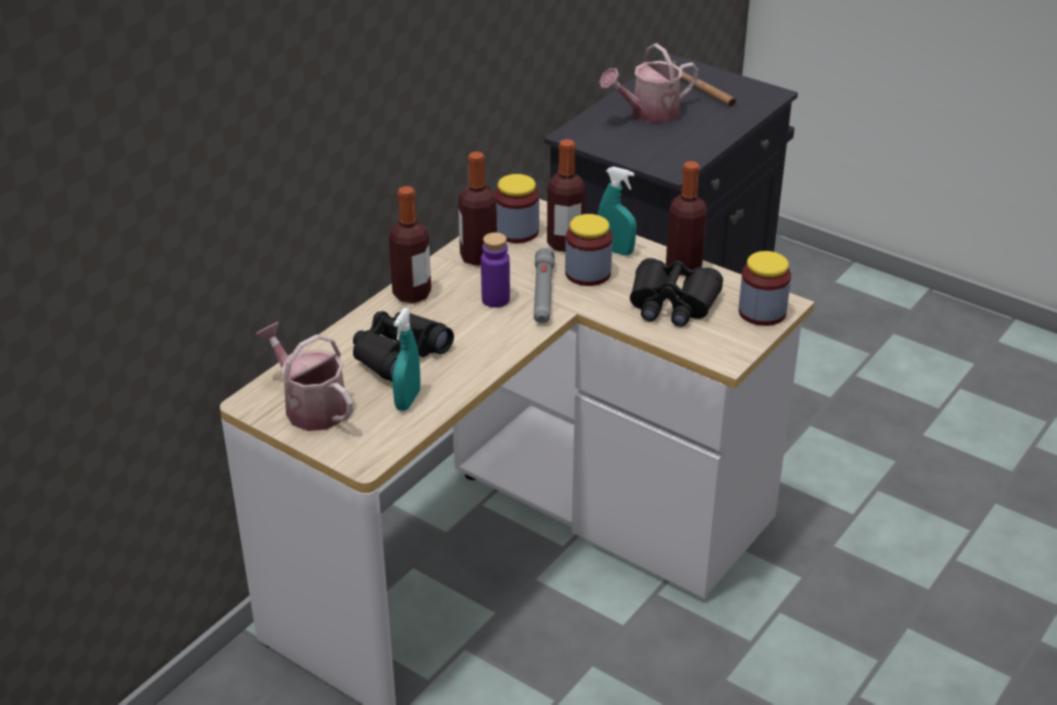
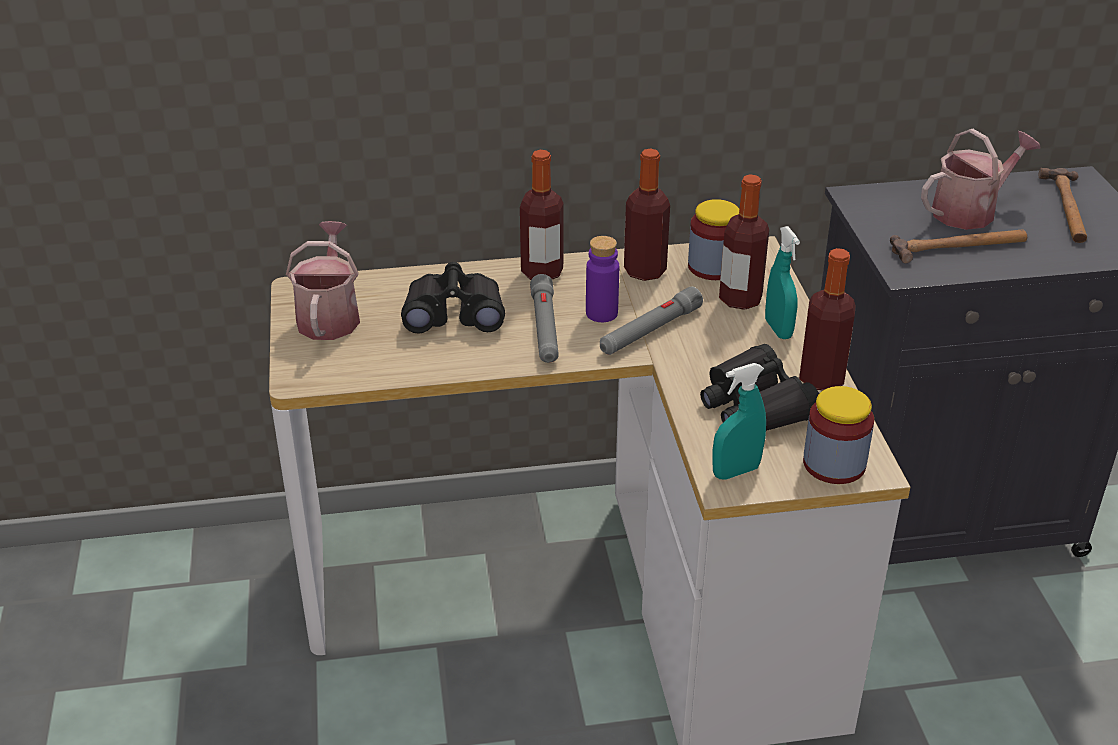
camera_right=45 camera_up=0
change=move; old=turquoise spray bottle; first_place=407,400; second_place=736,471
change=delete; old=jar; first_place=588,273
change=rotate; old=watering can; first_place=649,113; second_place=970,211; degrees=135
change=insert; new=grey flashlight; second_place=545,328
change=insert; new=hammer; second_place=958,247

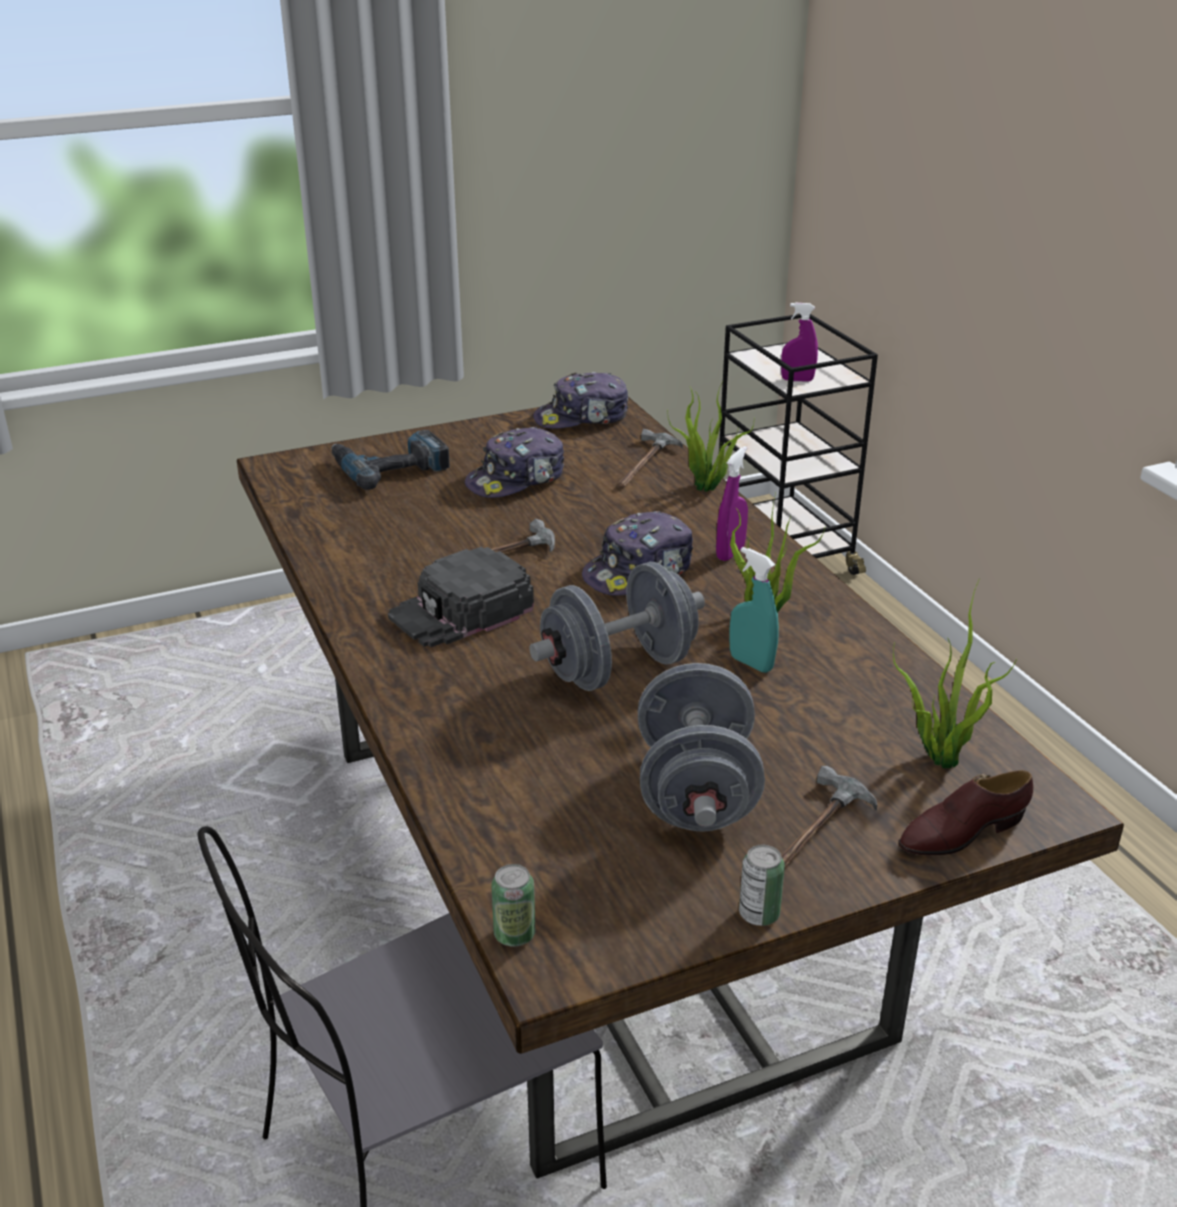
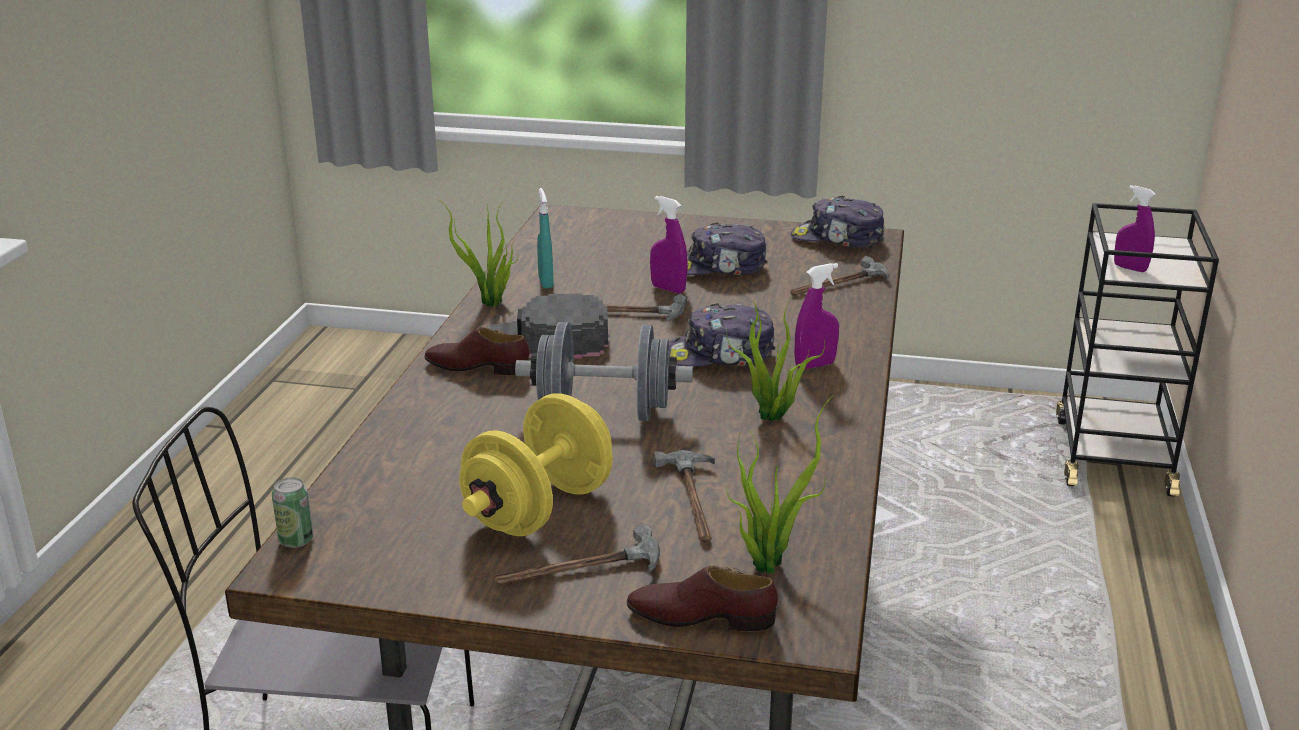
camera_right=35 camera_up=-5
change=delete; old=power drill; first_place=389,467
change=recolor; old=grey dumbbell; new=yellow dumbbell; first_place=696,792; second_place=539,509
change=move; old=potted plant; first_place=706,488; second_place=491,304
change=move; old=turquoise spray bottle; first_place=751,663; second_place=546,282
change=delete; old=can; first_place=759,914
change=insert; new=brown shoe; second_place=477,367
change=insert; new=purple spray bottle; second_place=668,289
change=insert; new=hammer; second_place=693,501

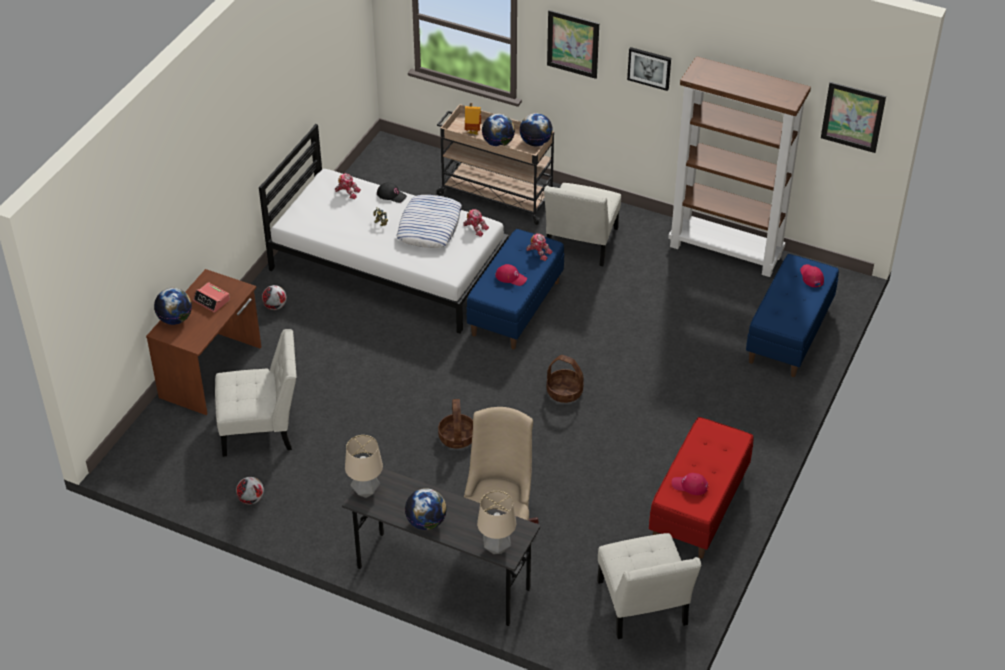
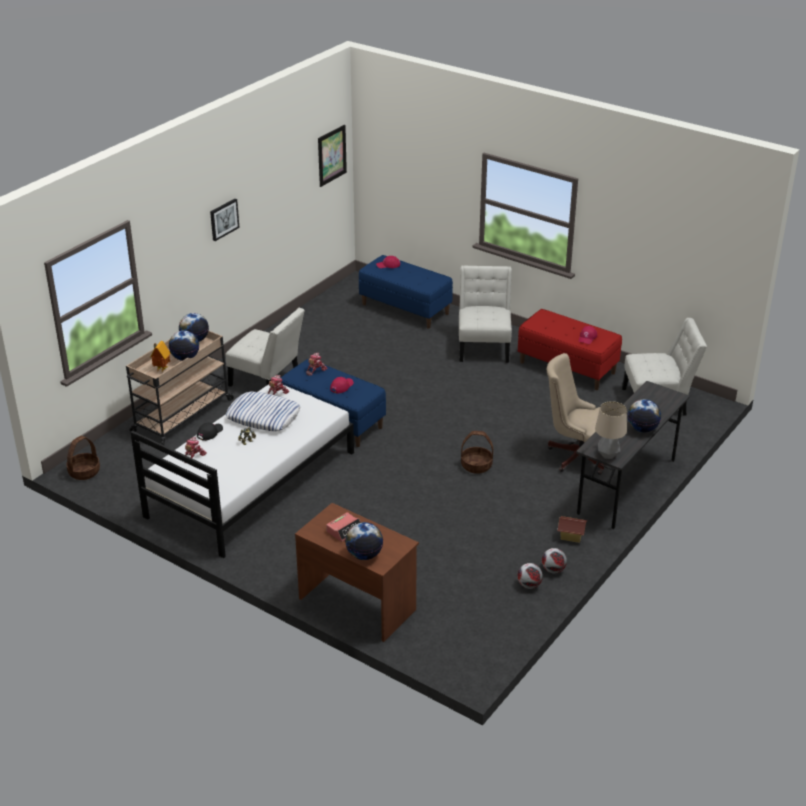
camera_right=-80 camera_up=-10
change=move; old=white chair; first_place=262,429; second_place=484,346
change=move; old=football; first_place=275,306; second_place=553,570
change=delete; old=table lamp; first_place=497,548
change=delete; old=picture; first_place=573,44
change=move; old=basket; first_place=565,392; second_place=84,472
change=delete; old=brown bookcase; first_place=726,251
change=insert; new=toy house; second_place=571,536

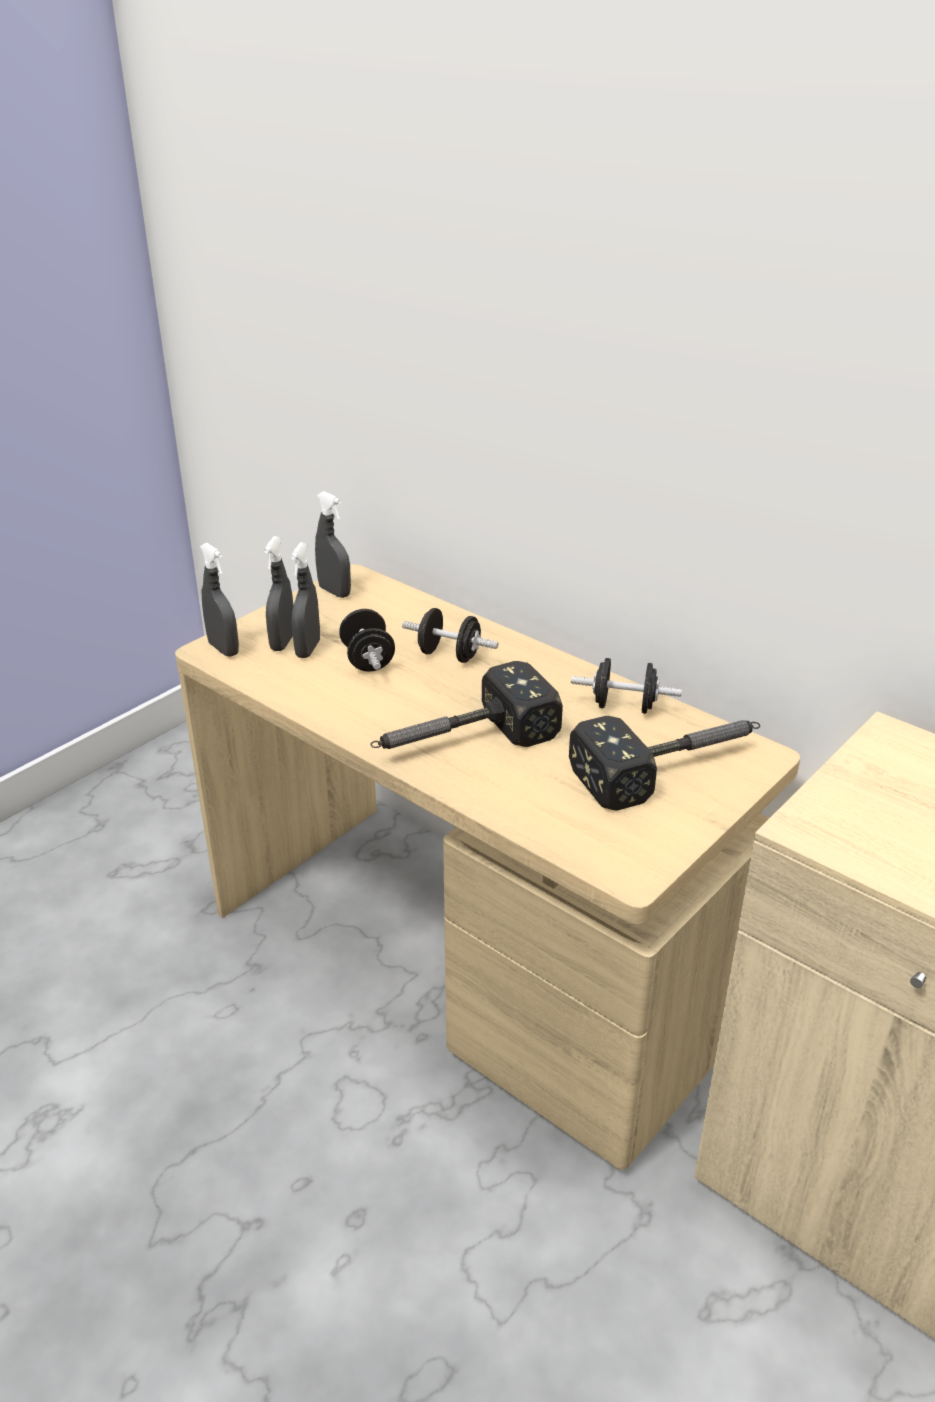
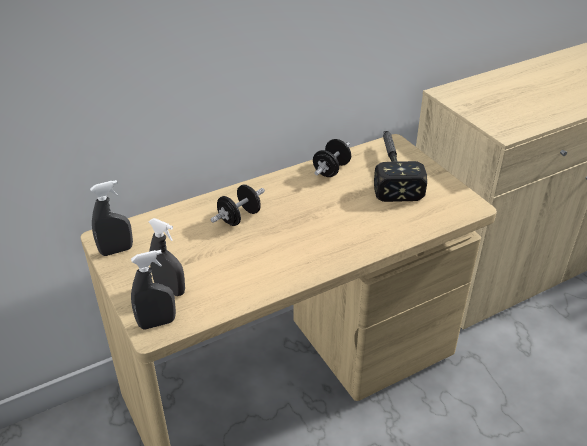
camera_right=-70 camera_up=5
change=delete; old=grey spray bottle; first_place=308,649
change=delete; old=black dumbbell; first_place=368,660
change=delete; old=hammer; first_place=459,741

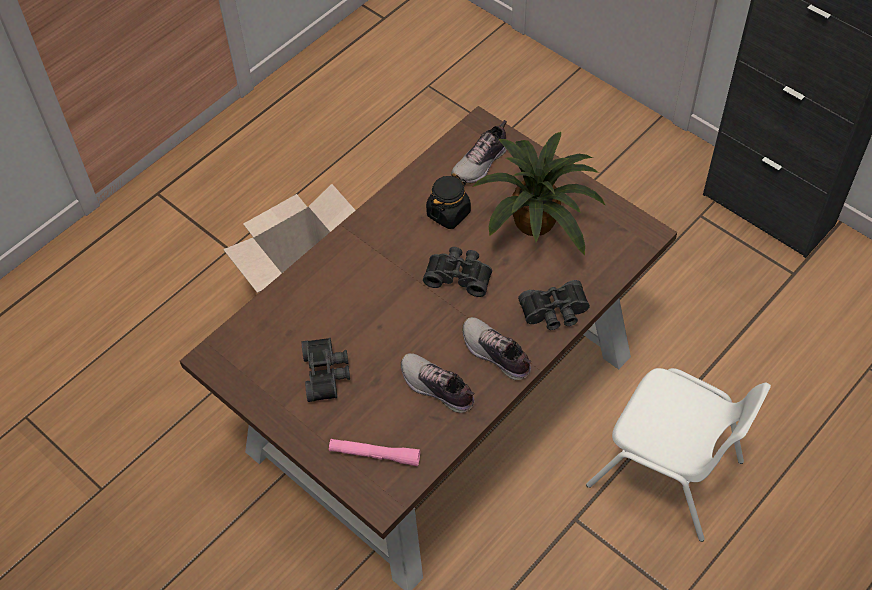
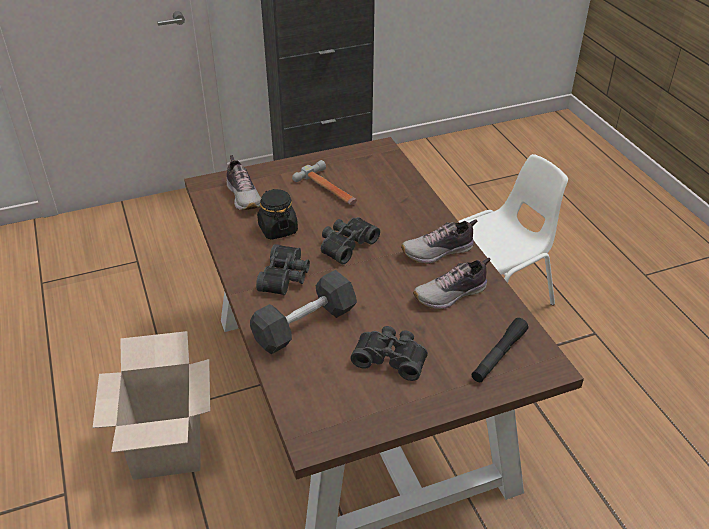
camera_right=-65 camera_up=-15
change=recolor; old=pink flashlight; new=black flashlight; first_place=374,455; second_place=498,355
change=replace; old=potted plant; new=hammer; first_place=538,223; second_place=329,189
change=move; old=black binoculars; first_place=555,313; second_place=286,277
change=insert; new=black dumbbell; second_place=304,325

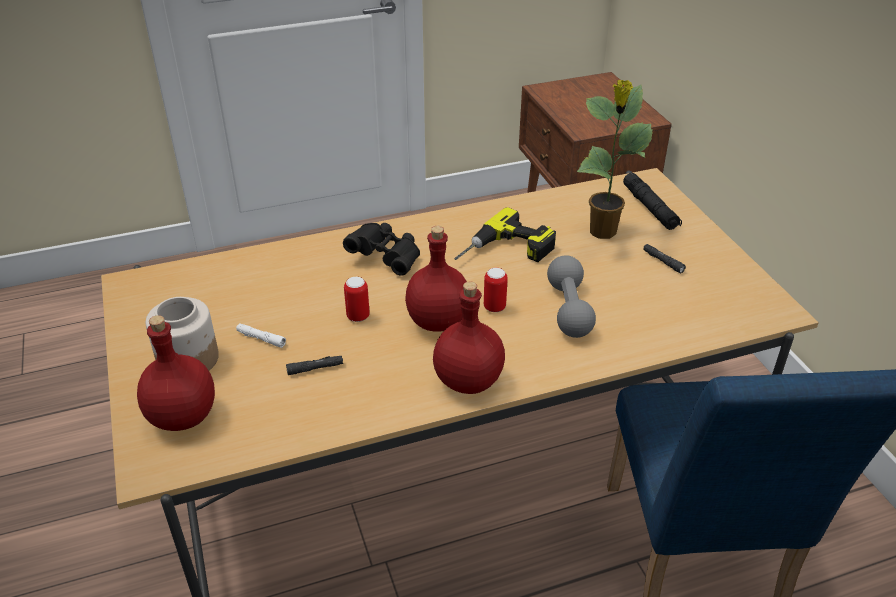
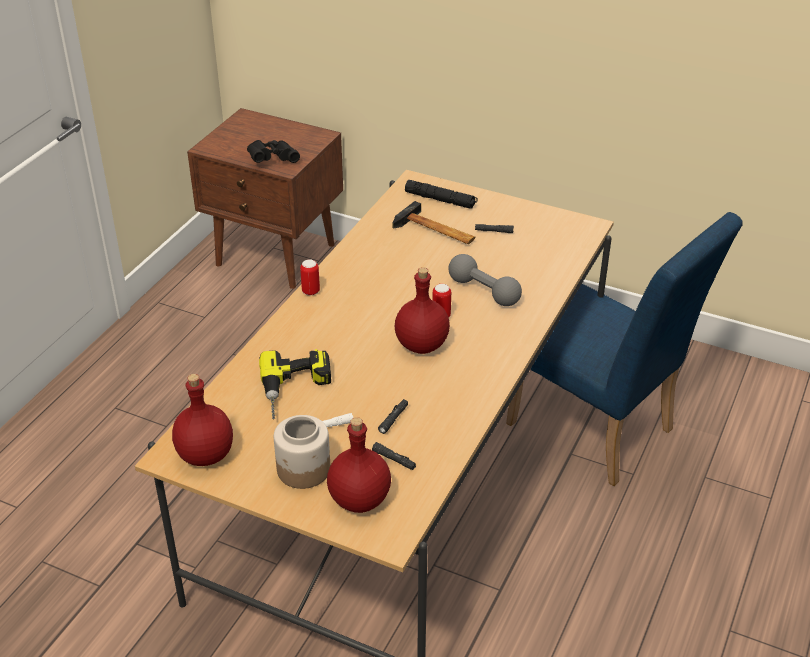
camera_right=-45 camera_up=0
change=move; old=black binoculars; first_place=386,257; second_place=272,160
change=move; old=can; first_place=358,316; second_place=310,291
change=move; old=red bottle; first_place=467,380; second_place=204,455
change=move; old=power drill; first_place=505,252; second_place=296,390
change=replace; old=potted plant; new=hammer; first_place=602,232; second_place=435,232
change=insert; new=black flashlight; second_place=394,459

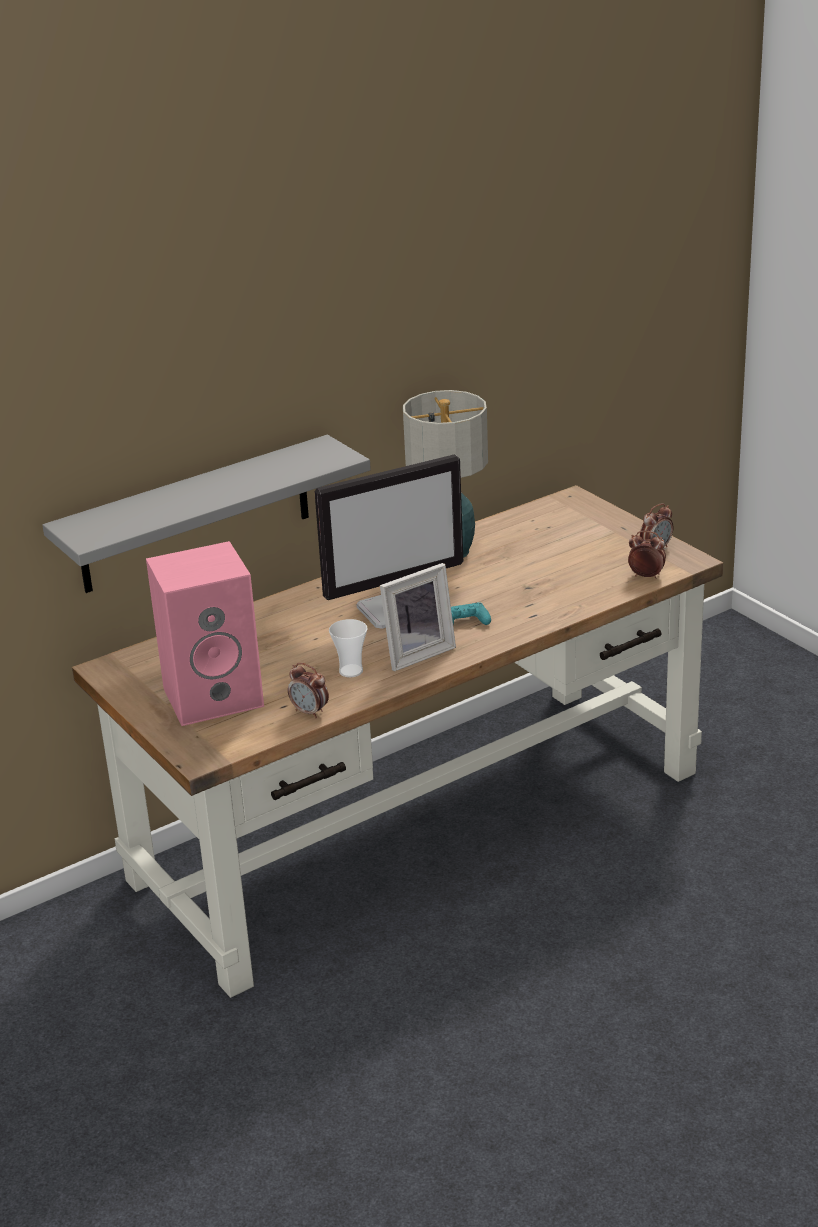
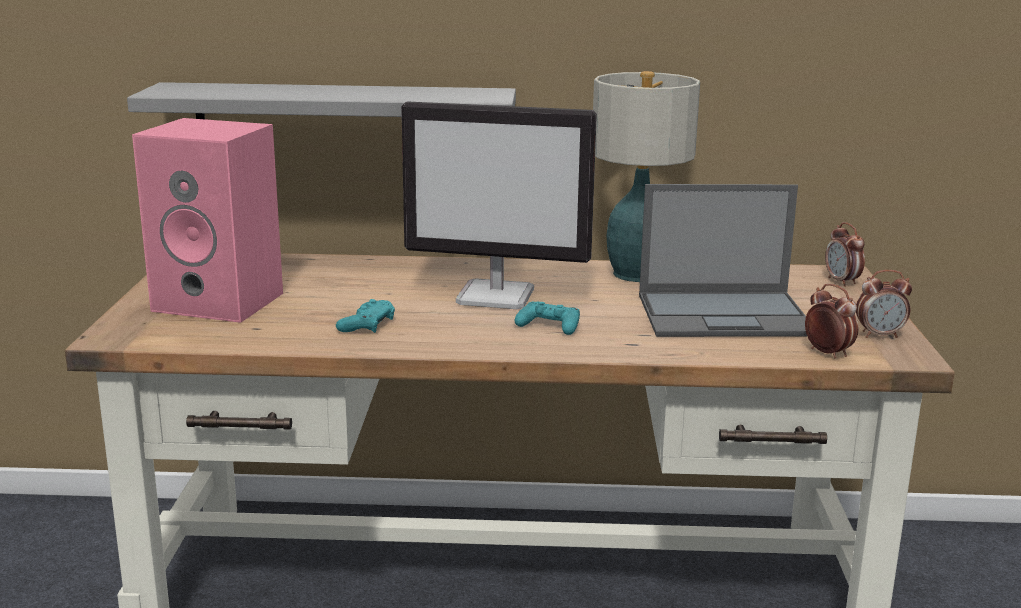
camera_right=35 camera_up=-10
change=move; old=alarm clock; first_place=310,712; second_place=842,282
change=replace; old=cup; new=turquoise game controller; first_place=351,671; second_place=367,325
change=delete; old=picture frame; first_place=416,653
change=insert; new=laptop; second_place=726,315

